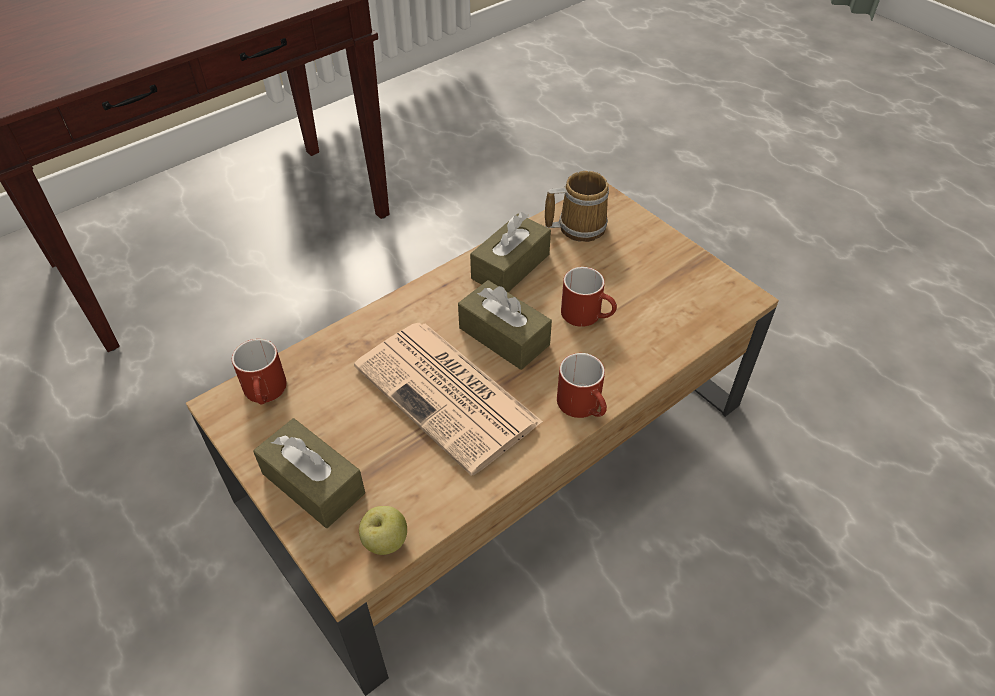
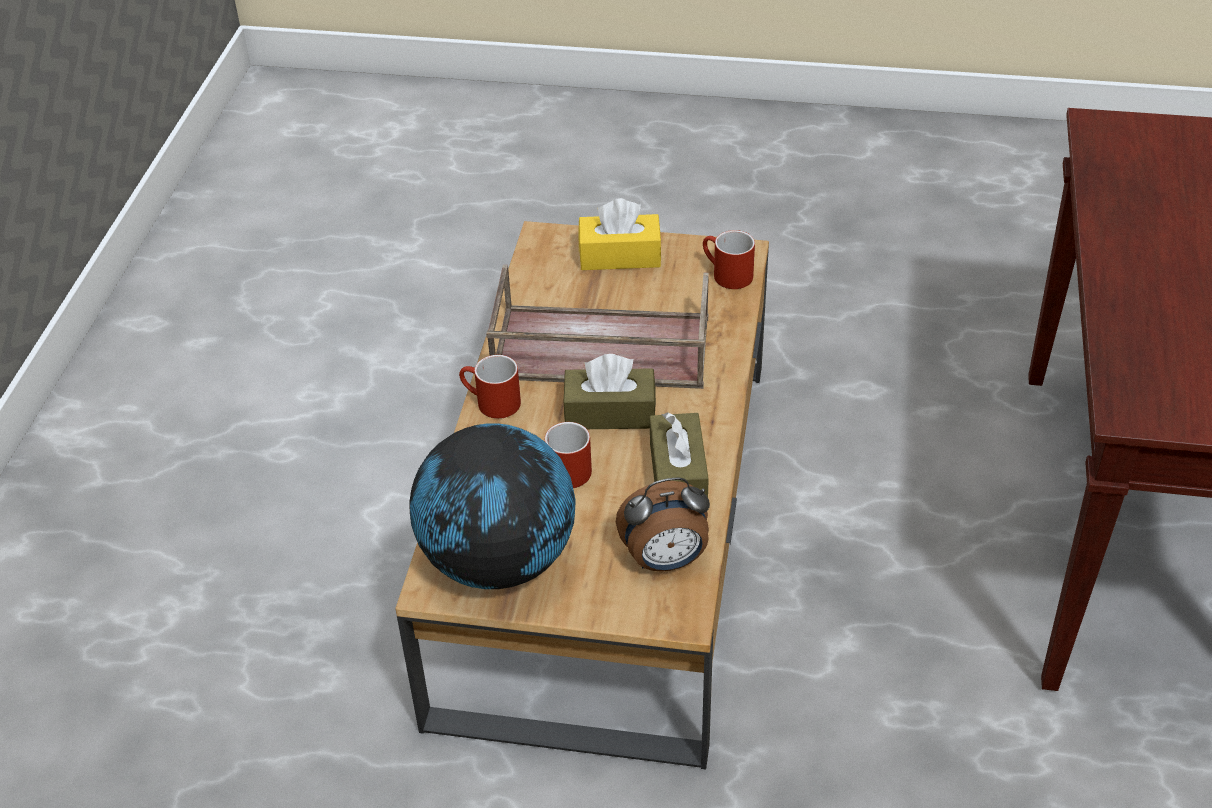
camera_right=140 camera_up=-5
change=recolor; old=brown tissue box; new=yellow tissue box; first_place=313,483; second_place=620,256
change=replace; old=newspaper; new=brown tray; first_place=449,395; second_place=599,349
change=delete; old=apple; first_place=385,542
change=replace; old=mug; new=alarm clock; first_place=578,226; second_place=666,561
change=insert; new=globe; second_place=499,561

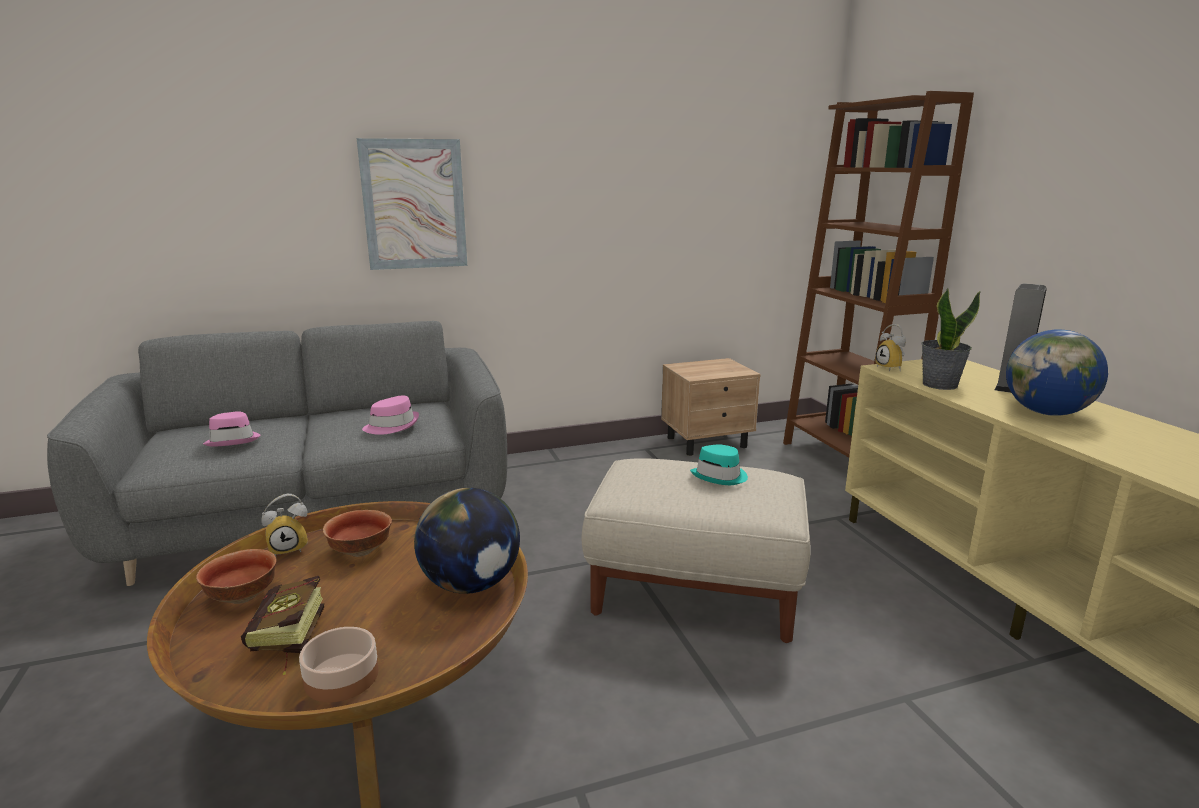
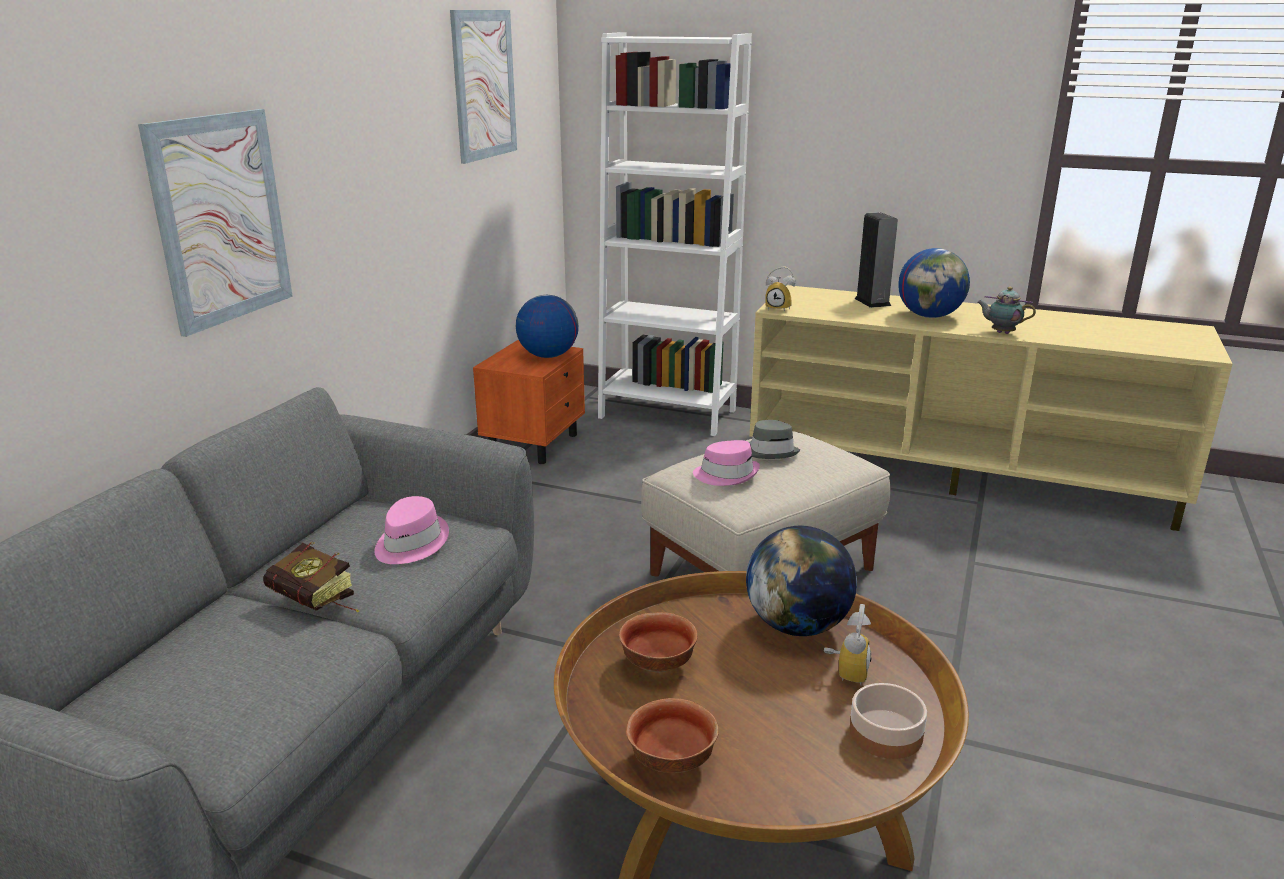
camera_right=-50 camera_up=5
change=move; old=pink hat; first_place=233,440; second_place=726,474
change=move; old=book; first_place=286,643; second_place=318,603
change=move; old=alarm clock; first_place=290,548; second_place=845,672
change=recolor; old=beige nightstand; new=orange nightstand; first_place=707,442; second_place=535,444
change=recolor; old=turquoise hat; new=grey hat; first_place=720,476; second_place=770,451
change=recolor; old=brown bookcase; new=white bookcase; first_place=844,460; second_place=667,414
change=delete; old=potted plant; first_place=939,384
change=insert; new=picture; second_place=484,85
change=insert; new=globe; second_place=548,356
change=insert; new=teapot; second_place=1001,333

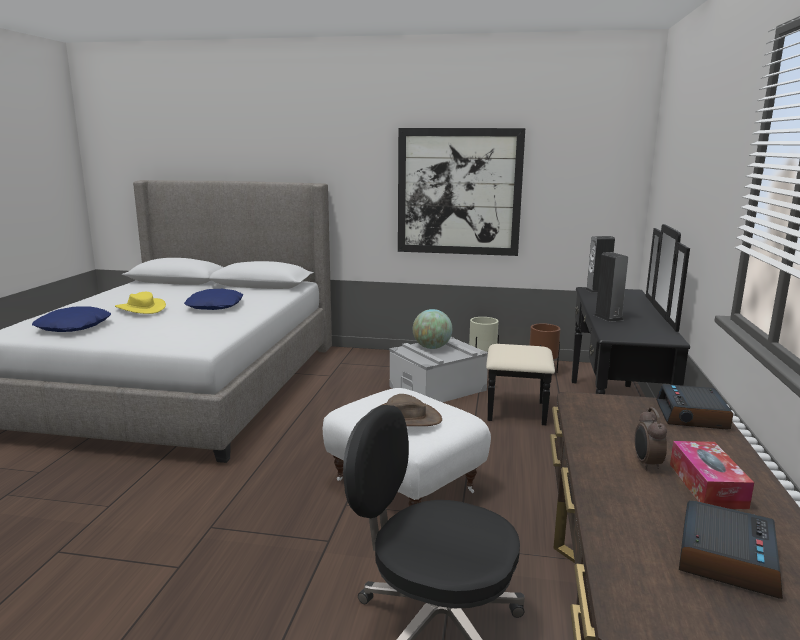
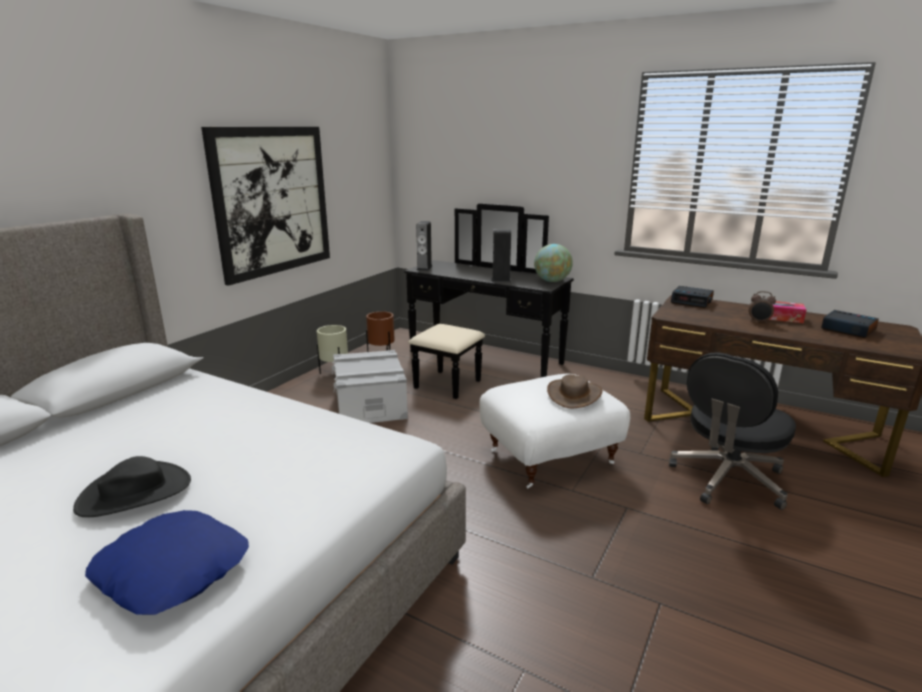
camera_right=-70 camera_up=5
change=recolor; old=yellow hat; new=black hat; first_place=141,308; second_place=134,493
change=delete; old=blue pillow; first_place=215,306
change=move; old=globe; first_place=432,347; second_place=552,281

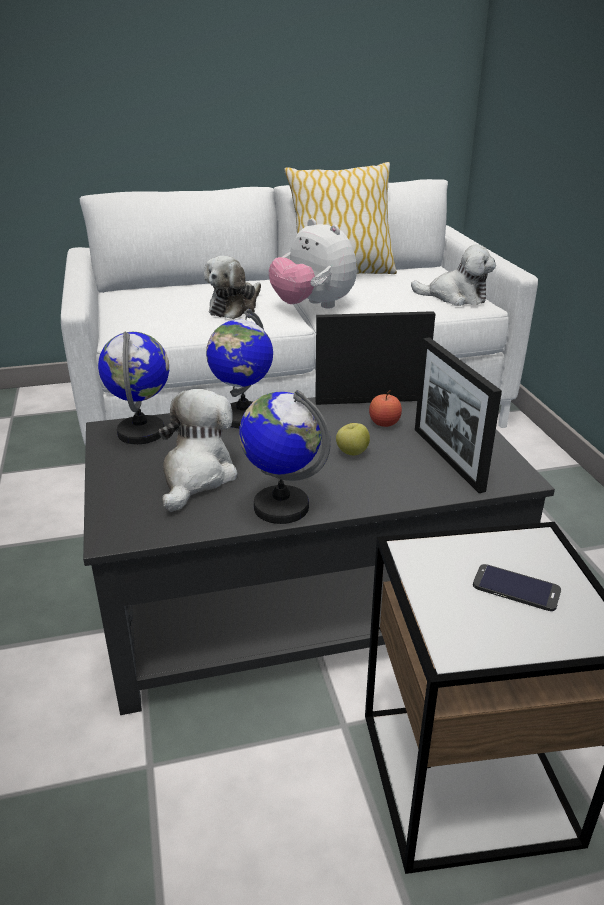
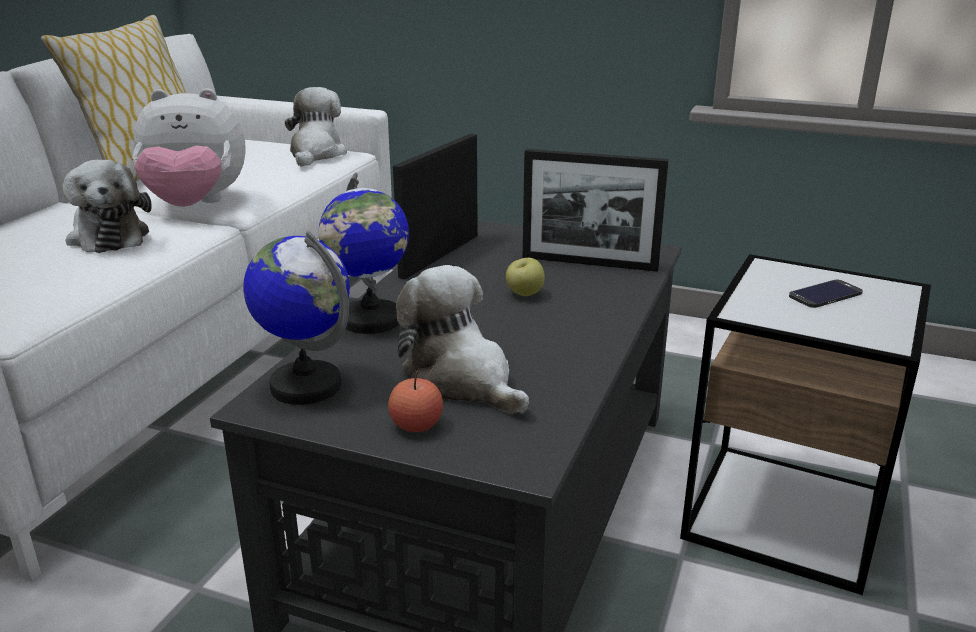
camera_right=-55 camera_up=-5
change=delete; old=globe; first_place=281,506
change=move; old=apple; first_place=384,423; second_place=416,425
change=rotate; old=plush toy; first_place=455,297; second_place=316,154; degrees=-45

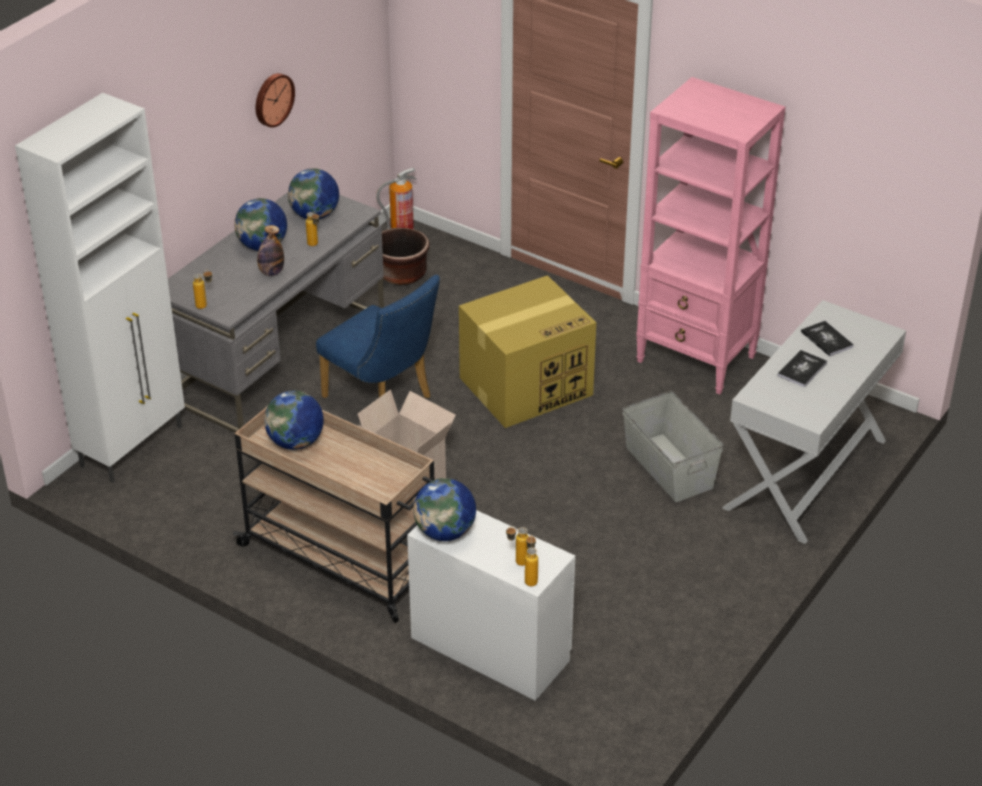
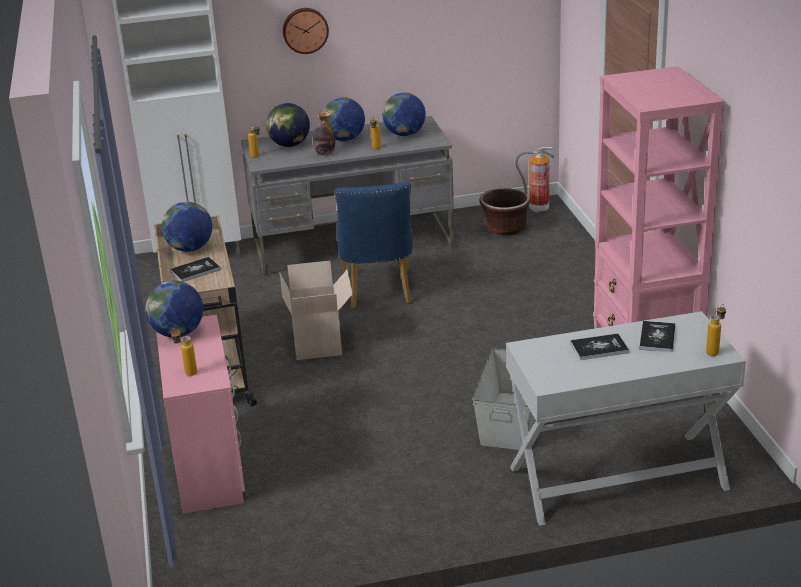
camera_right=45 camera_up=-10
change=move; old=wall clock; first_place=272,99; second_place=305,30
change=recolor; old=white dresser; new=pink dresser; first_place=490,647; second_place=209,465
change=delete; old=cardboard box; first_place=527,385
change=move; old=bottle; first_place=530,578; second_place=715,351
change=insert; new=book; second_place=195,270
change=insert; new=globe; second_place=290,145

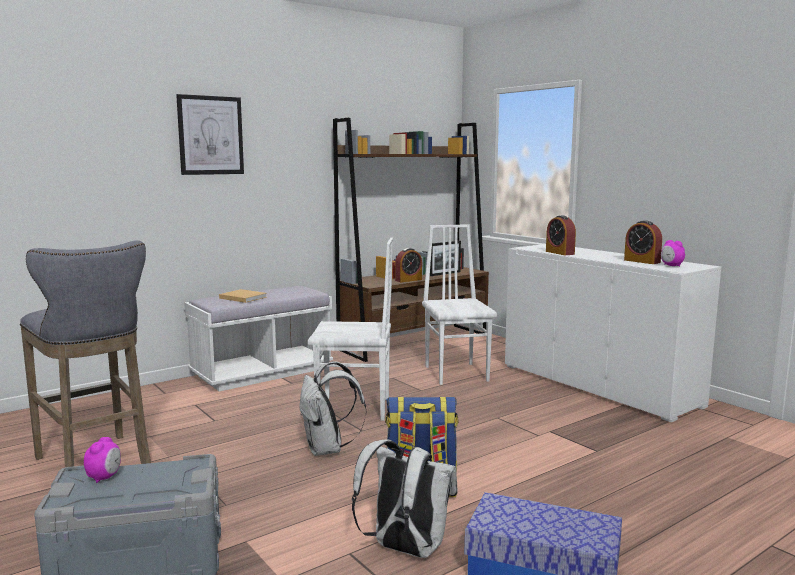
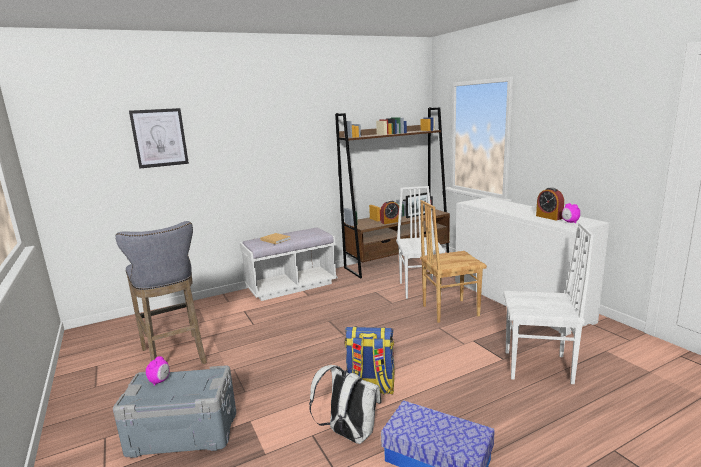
camera_right=10 camera_up=5
change=move; old=picture; first_place=210,135; second_place=159,138
change=delete; old=white backpack; first_place=327,449
change=move; old=white chair; first_place=354,409; second_place=538,368
change=delete; old=alarm clock; first_place=560,253
change=insert; new=brown chair; second_place=449,310

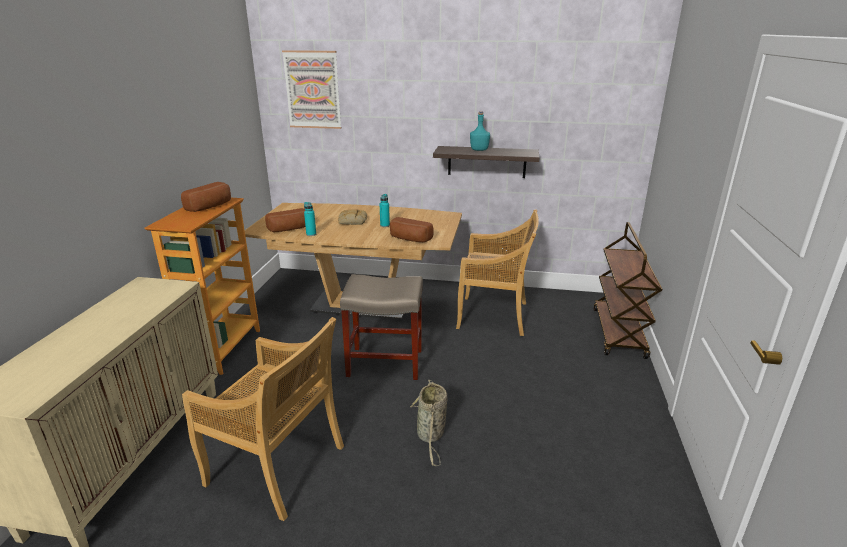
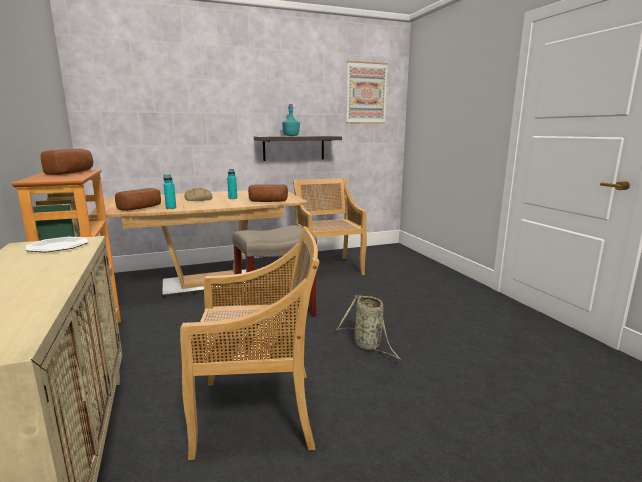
camera_right=-30 camera_up=-10
change=move; old=picture; first_place=312,90; second_place=366,93
change=rotate; old=beige chair; first_place=494,316; second_place=328,268; degrees=-90
change=delete; old=brown cart; first_place=619,333
change=insert; new=plate; second_place=58,246

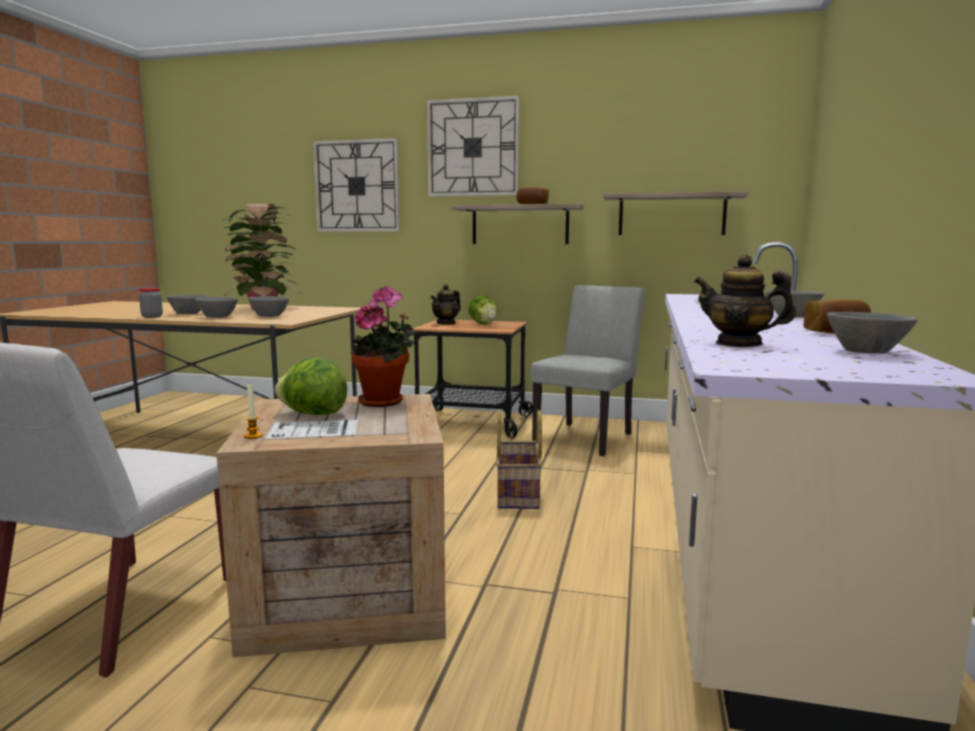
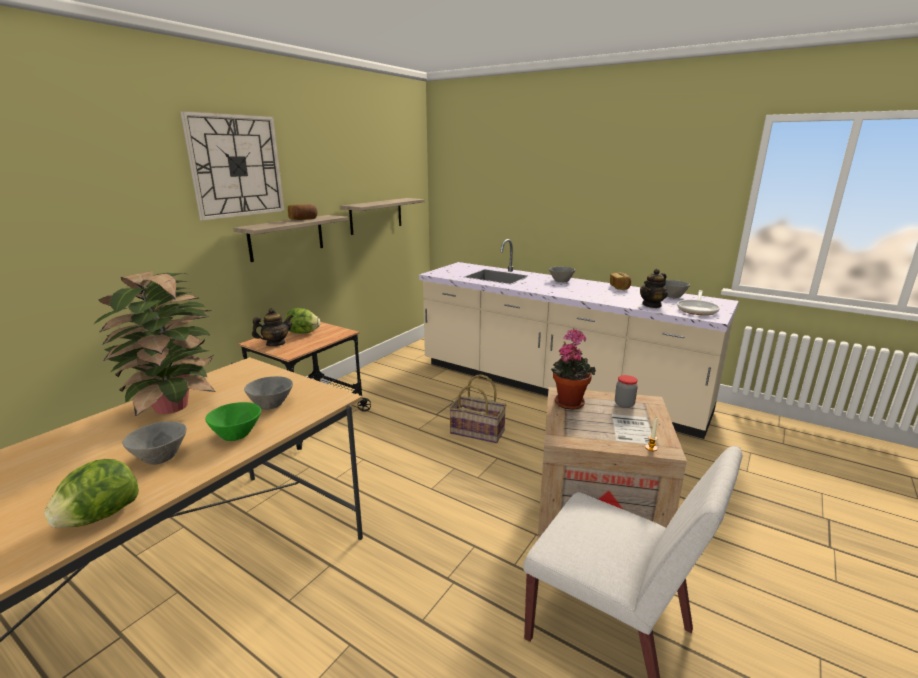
camera_right=-70 camera_up=10
change=move; old=jar; first_place=152,317; second_place=624,404
change=recolor; old=grey bowl; new=green bowl; first_place=218,317; second_place=238,434
change=move; old=lettuce; first_place=313,414; second_place=100,517
change=delete; old=wall clock; first_place=357,186
change=rotate; old=teapot; first_place=446,323; second_place=275,344; degrees=-90
change=delete; old=grey chair; first_place=587,436
change=insert; new=frying pan; second_place=697,309

